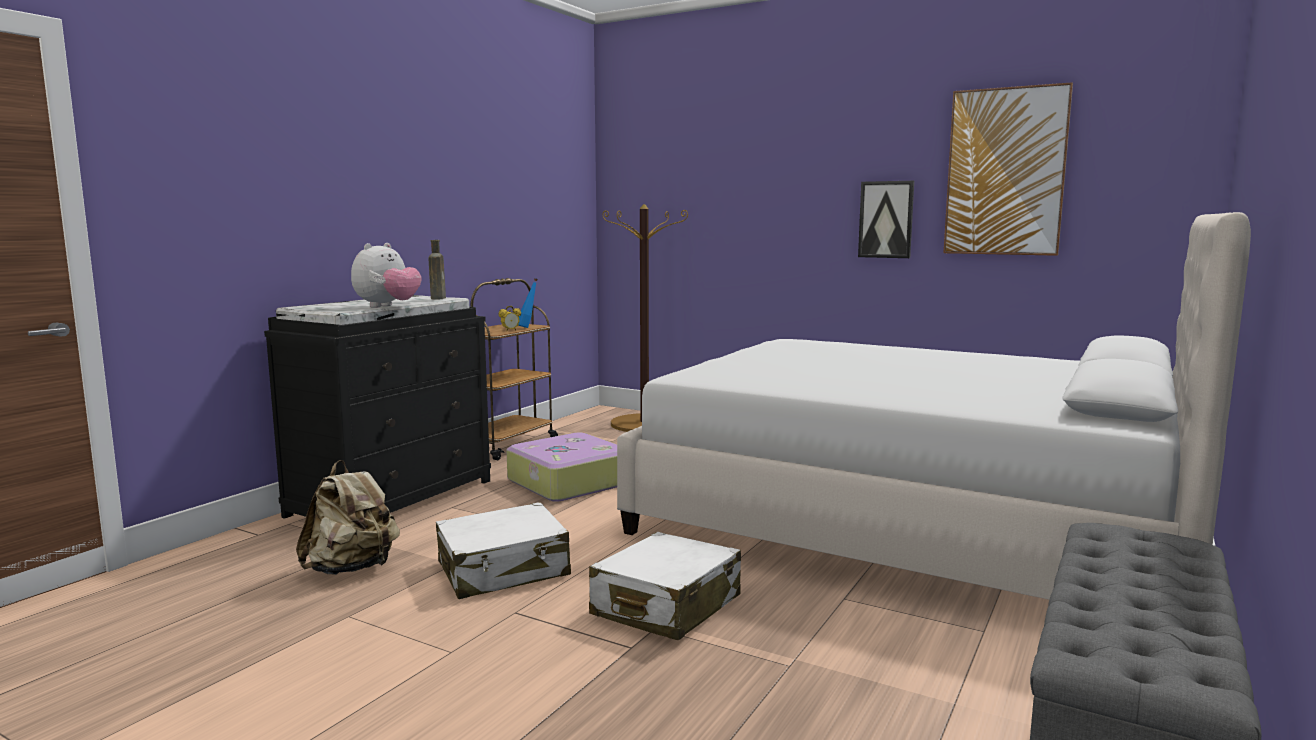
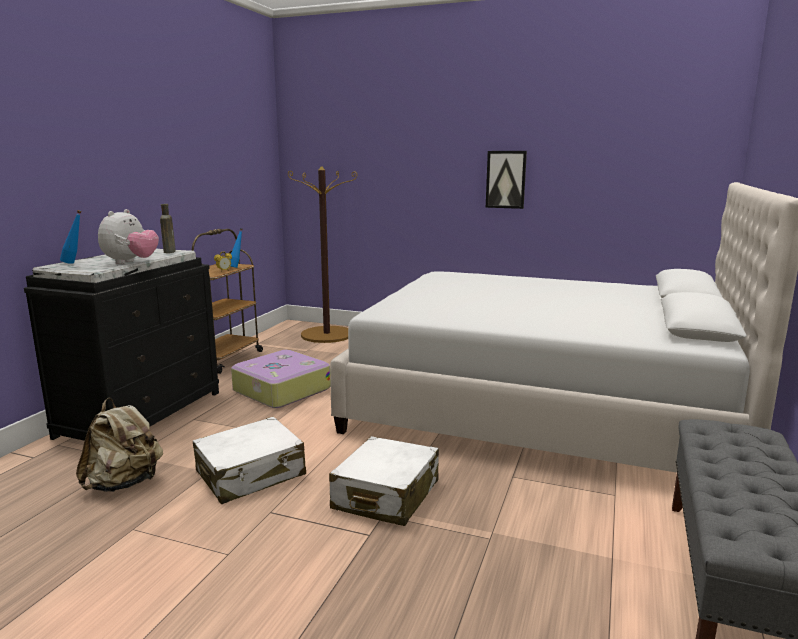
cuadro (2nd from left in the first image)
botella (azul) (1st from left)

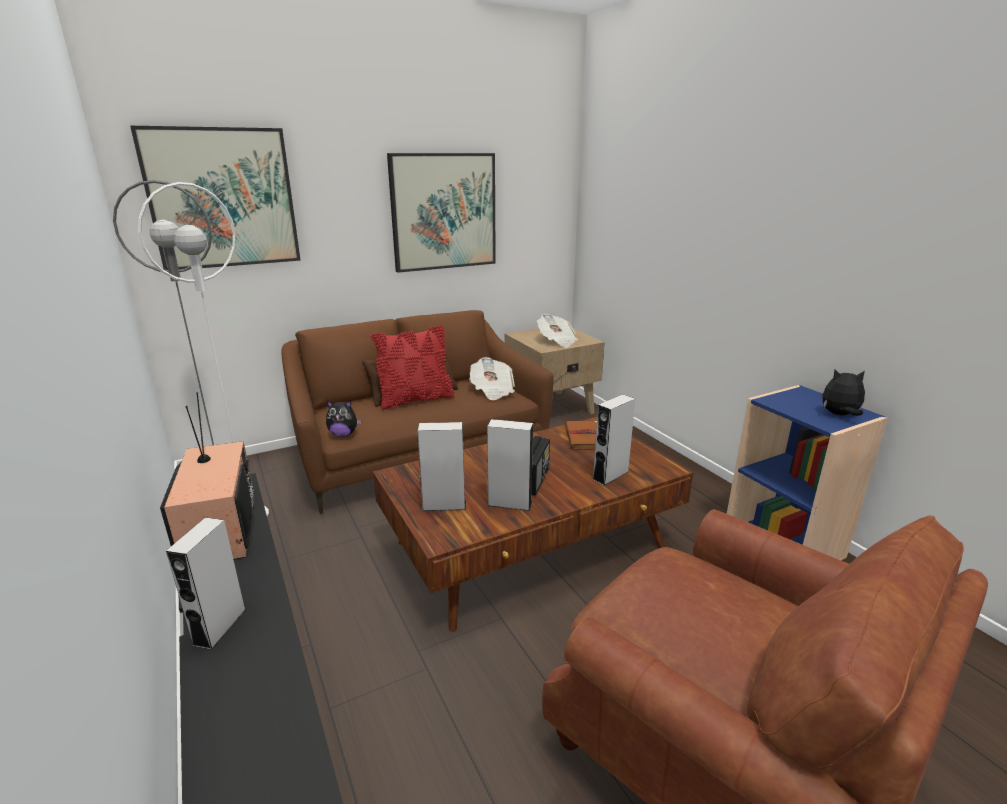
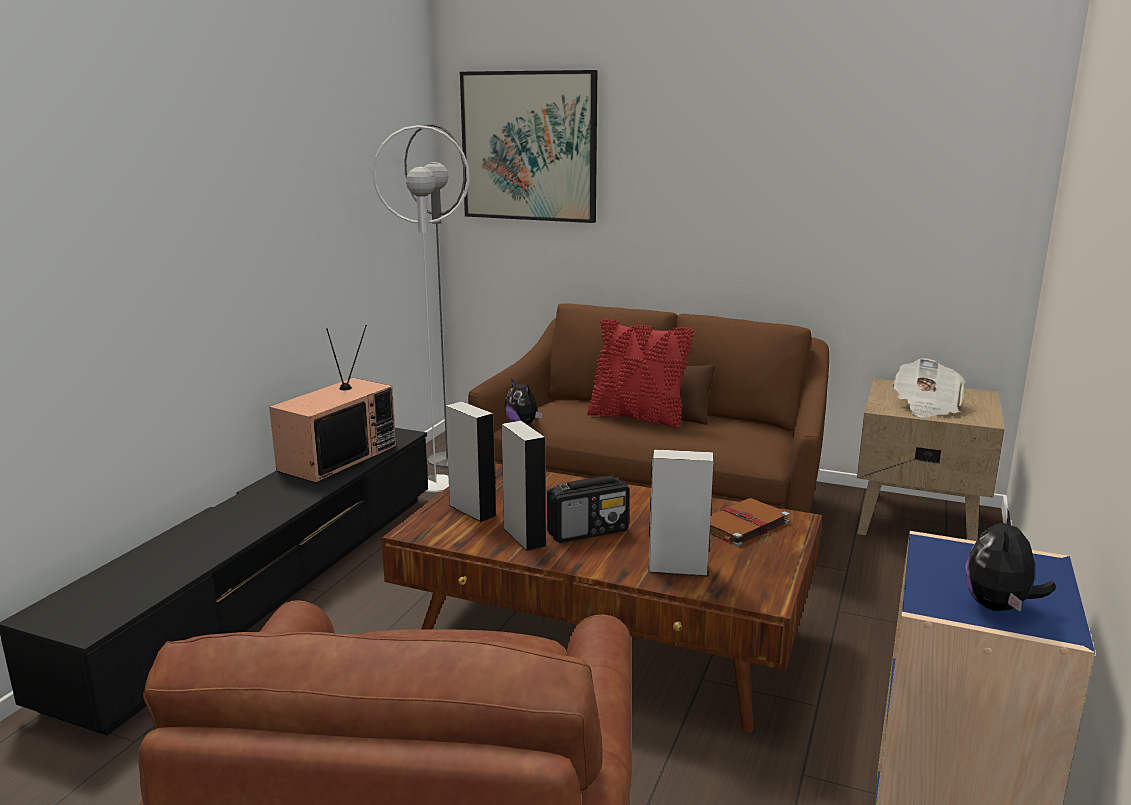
altavoz (gris) (1st from left in the first image)
cuadro (2nd from left in the first image)
periódico (1st from left in the first image)
peluche (2nd from left)

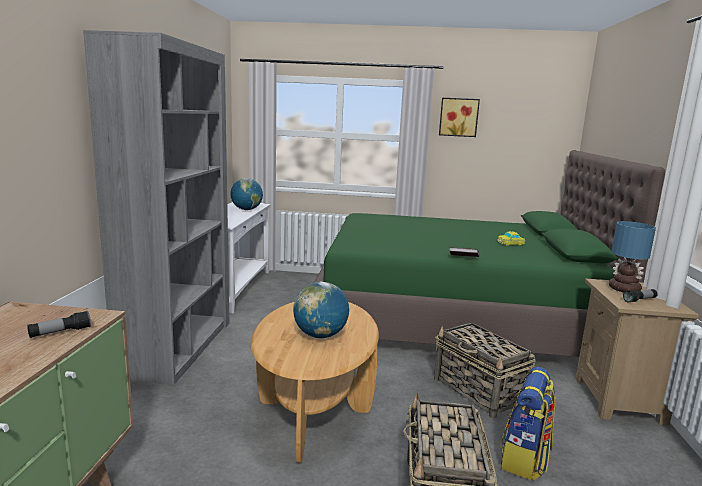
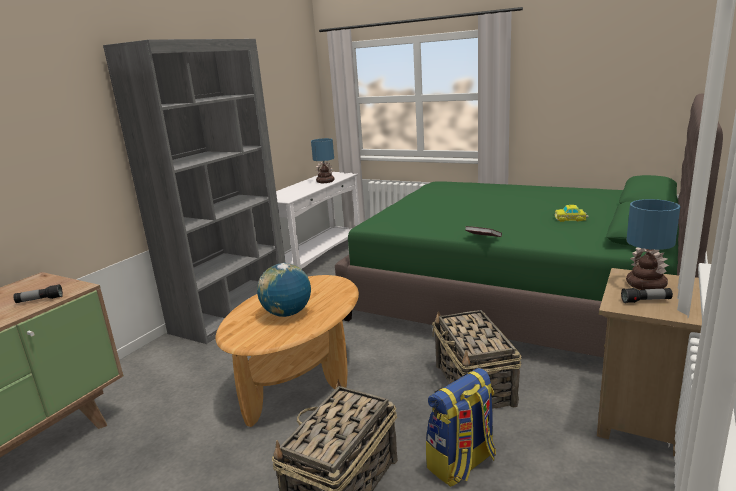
cuadro
lámpara de mesa (1st from left)

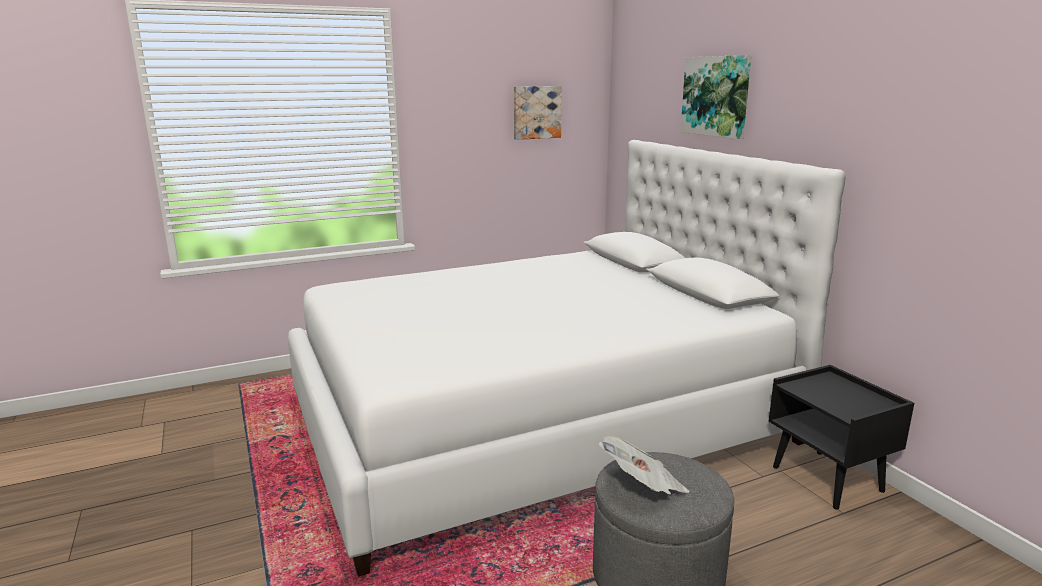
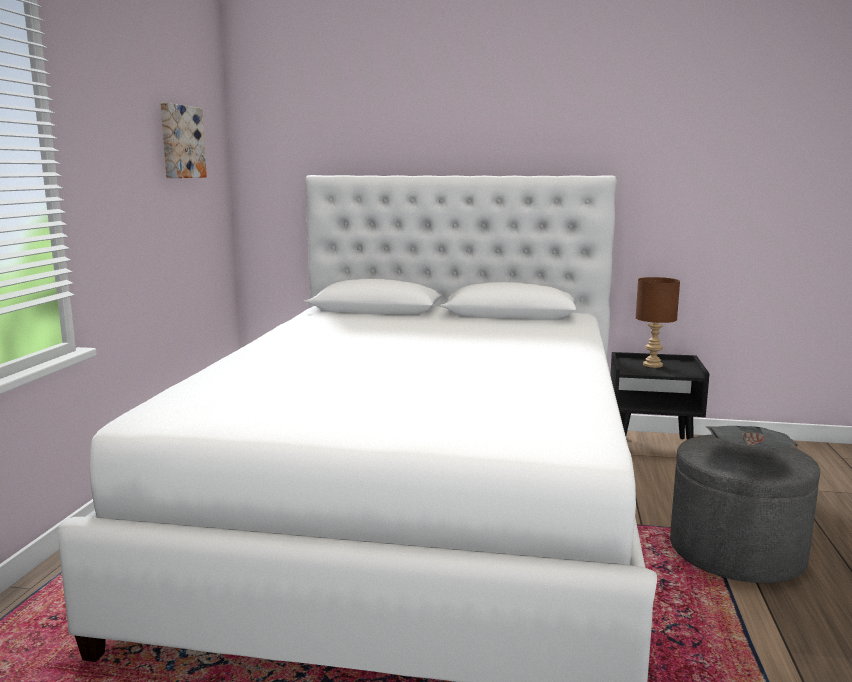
cuadro (2nd from left in the first image)
lámpara de mesa (marrón)

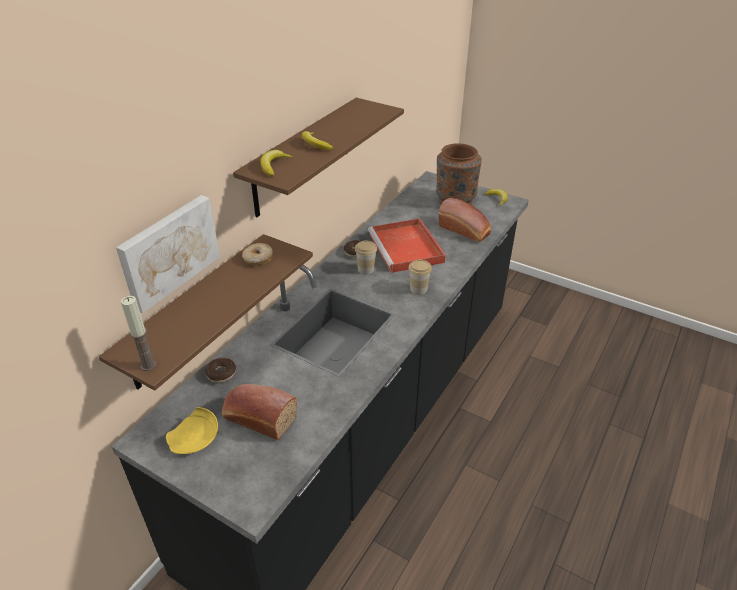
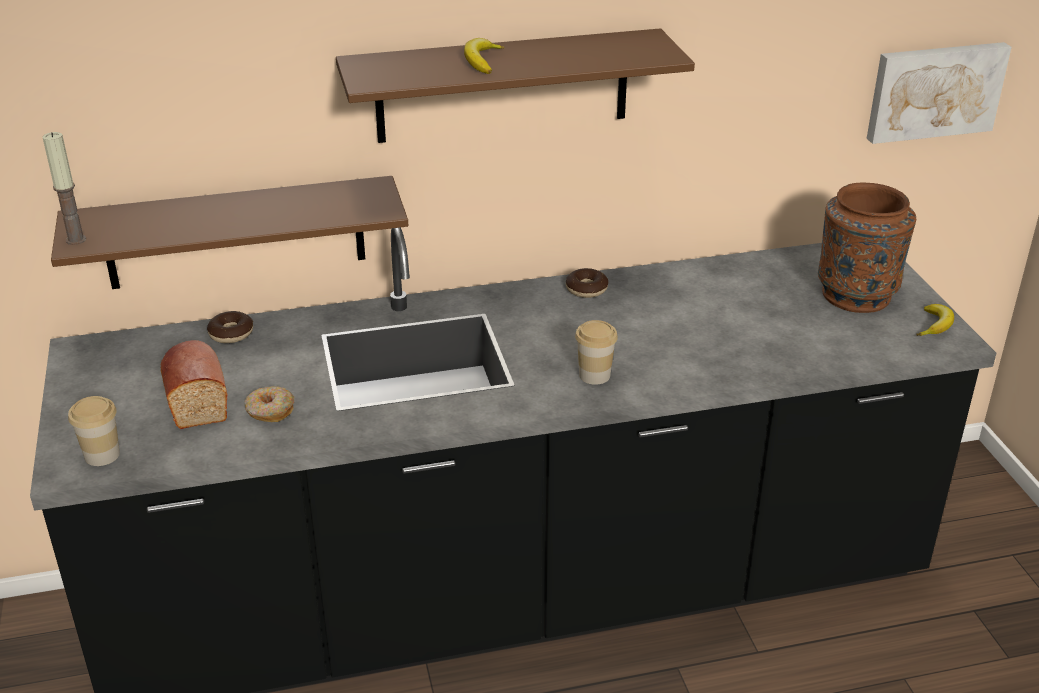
plato (amarillo)
plátano (1st from left in the first image)
bandeja (rojo)
pan (2nd from left in the first image)
cuadro
rosquilla (2nd from left)
taza (1st from left)

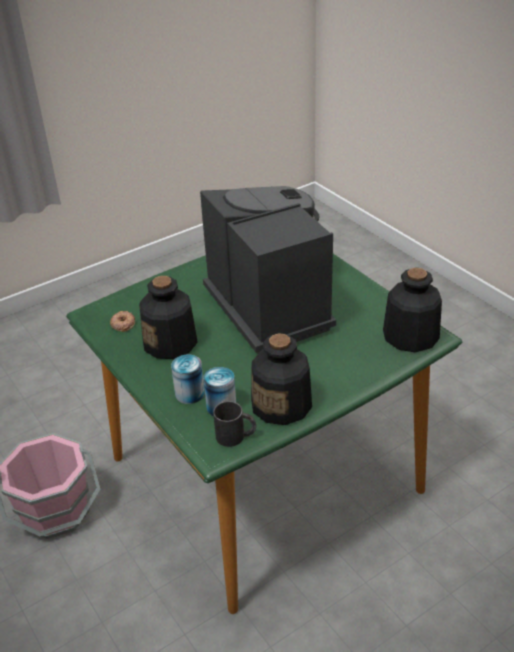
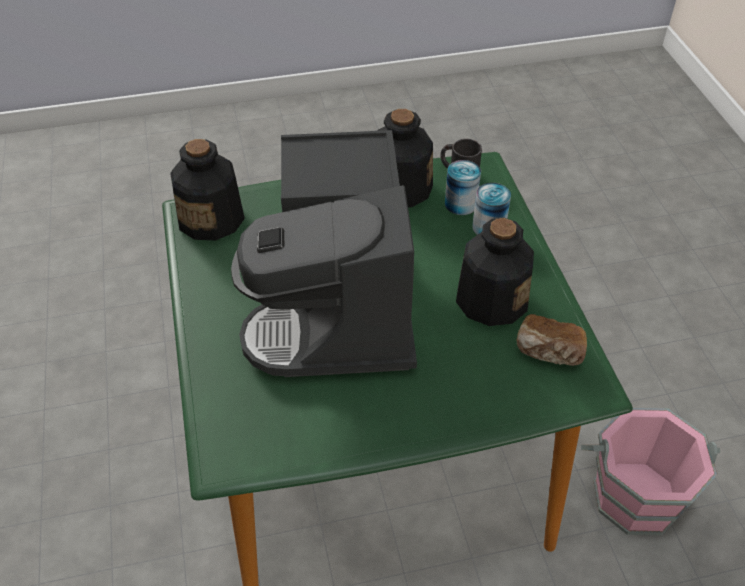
pan

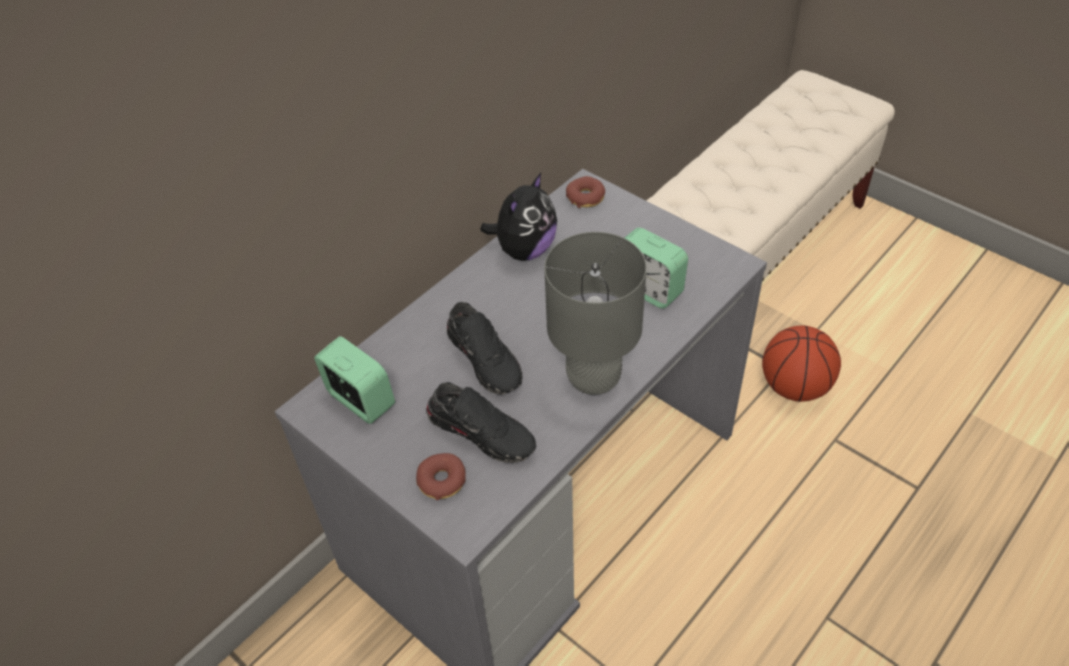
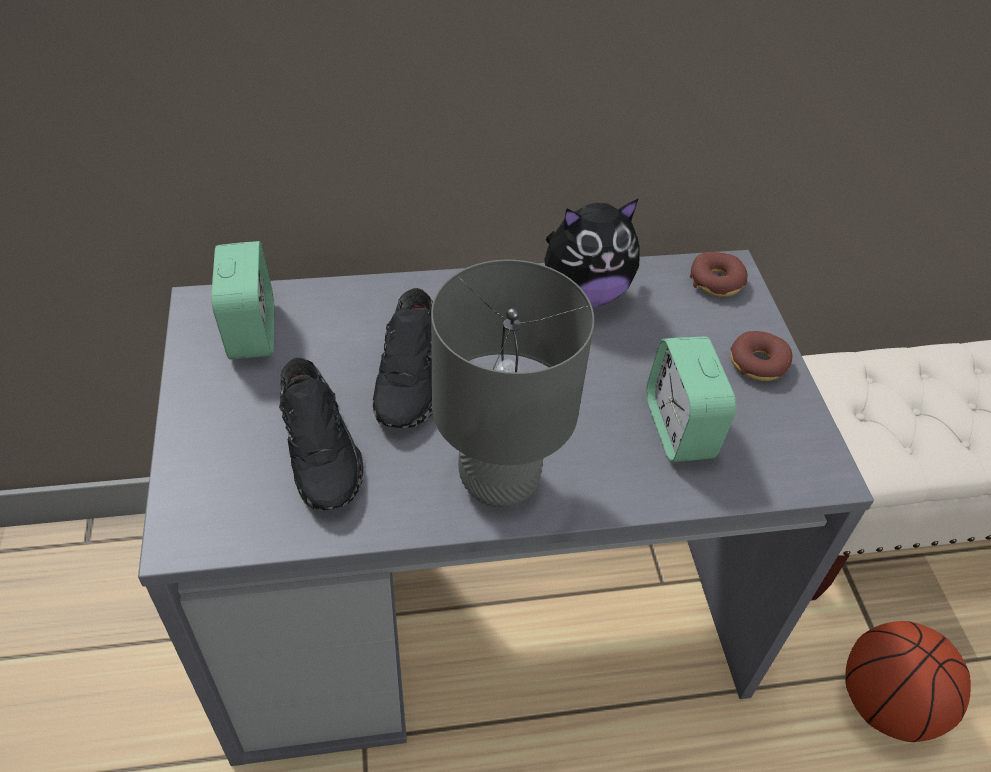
rosquilla (2nd from left)

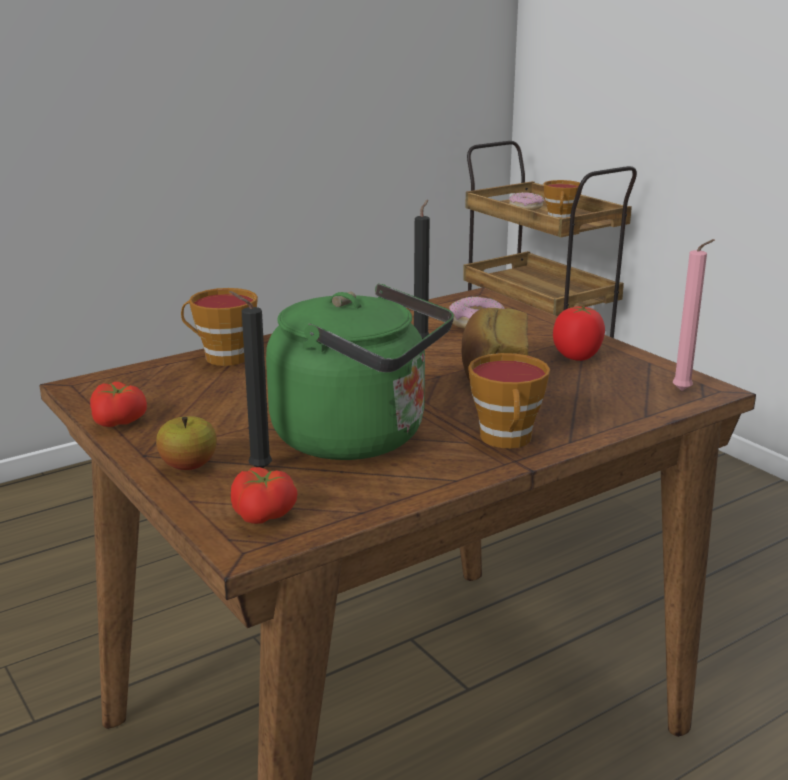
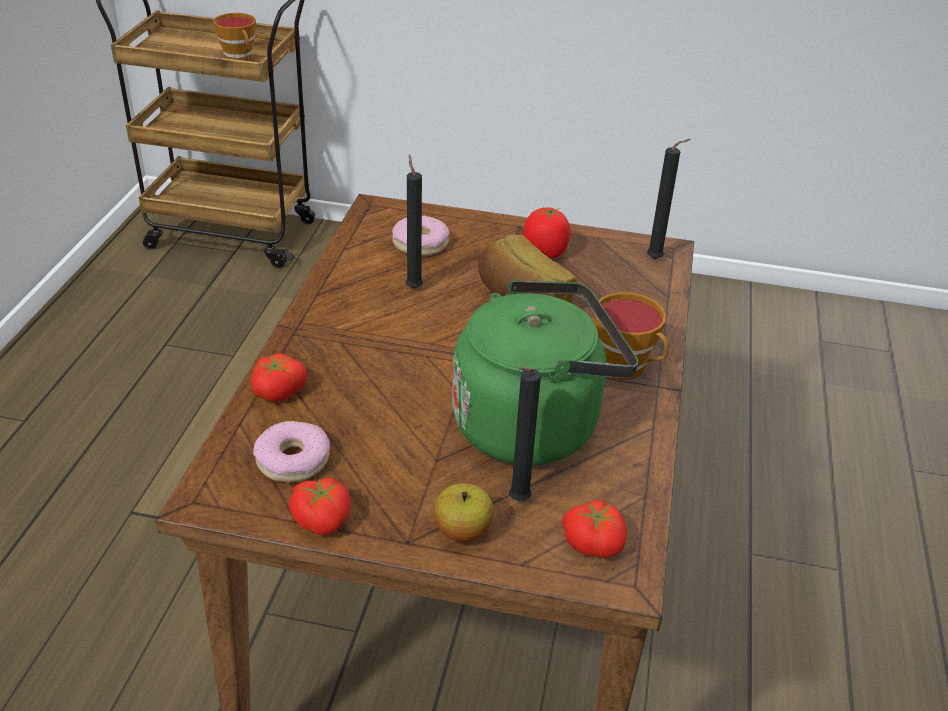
rosquilla (1st from left)
tomate (1st from left)
vela (negro) (3rd from left)

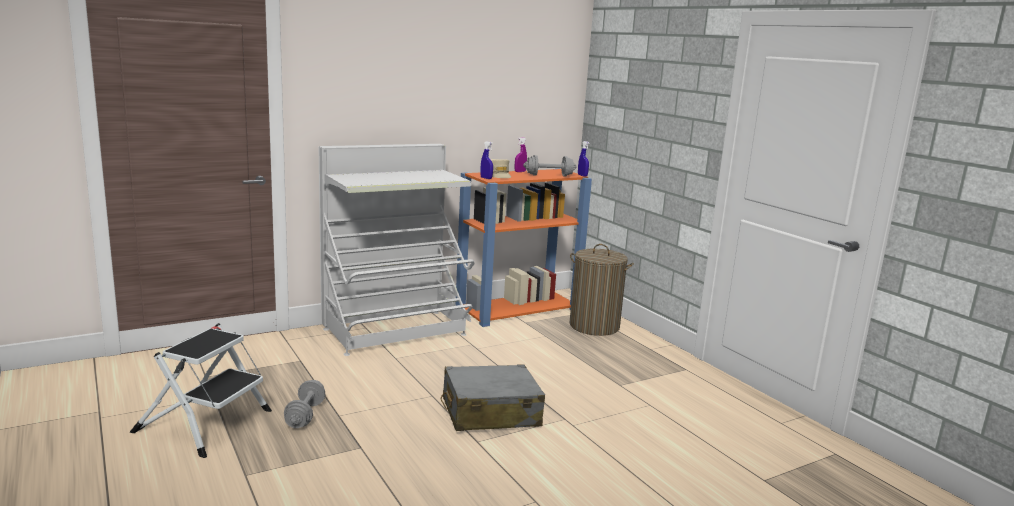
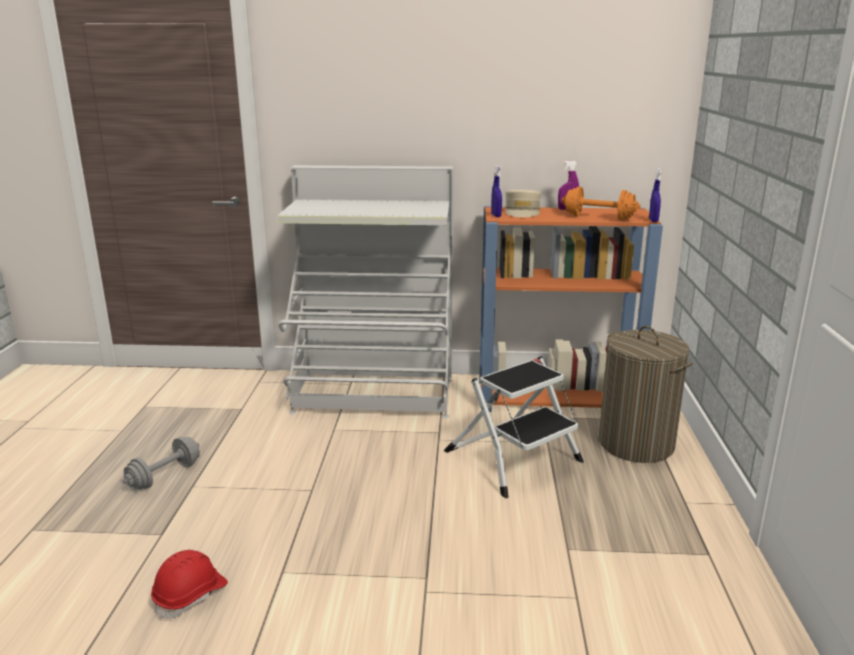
maleta (gris)
casco (rojo)
escalera de tijera
mancuerna (naranja)

